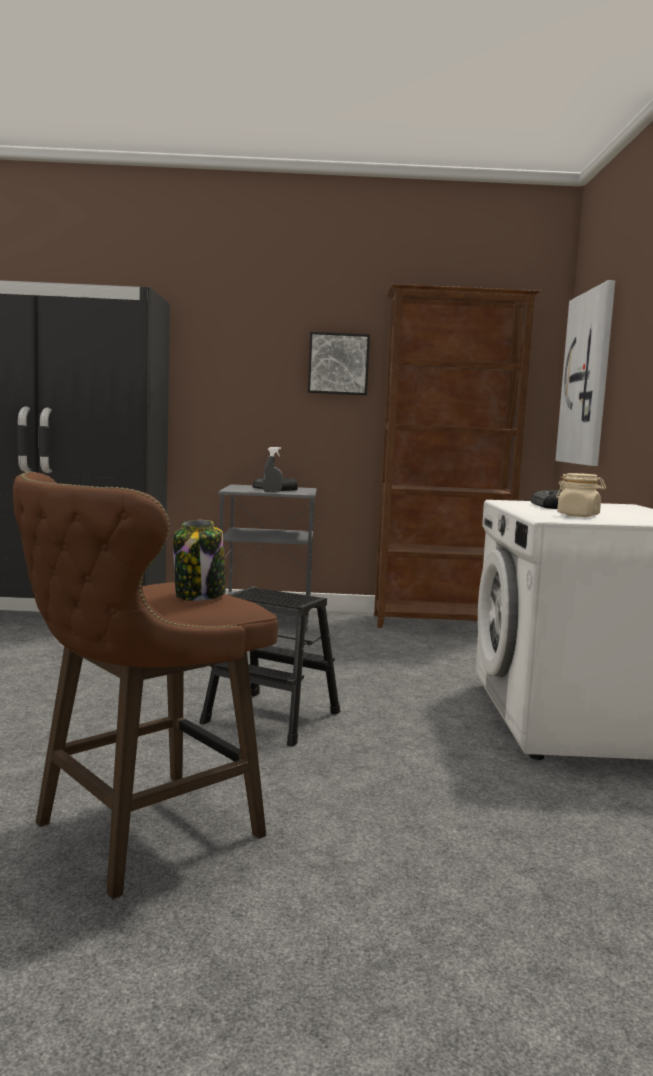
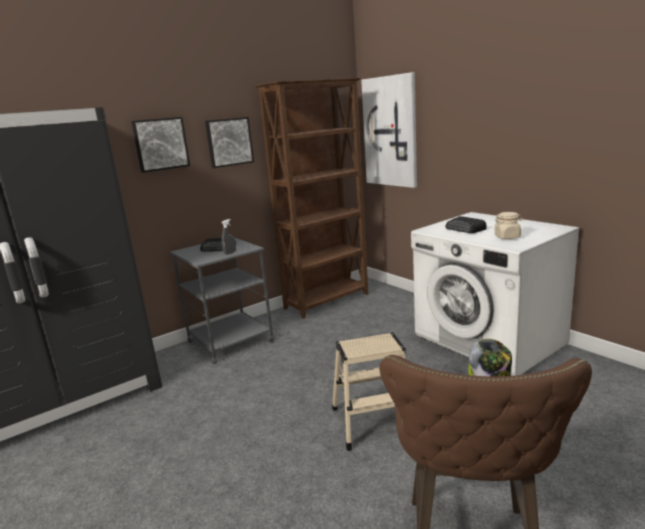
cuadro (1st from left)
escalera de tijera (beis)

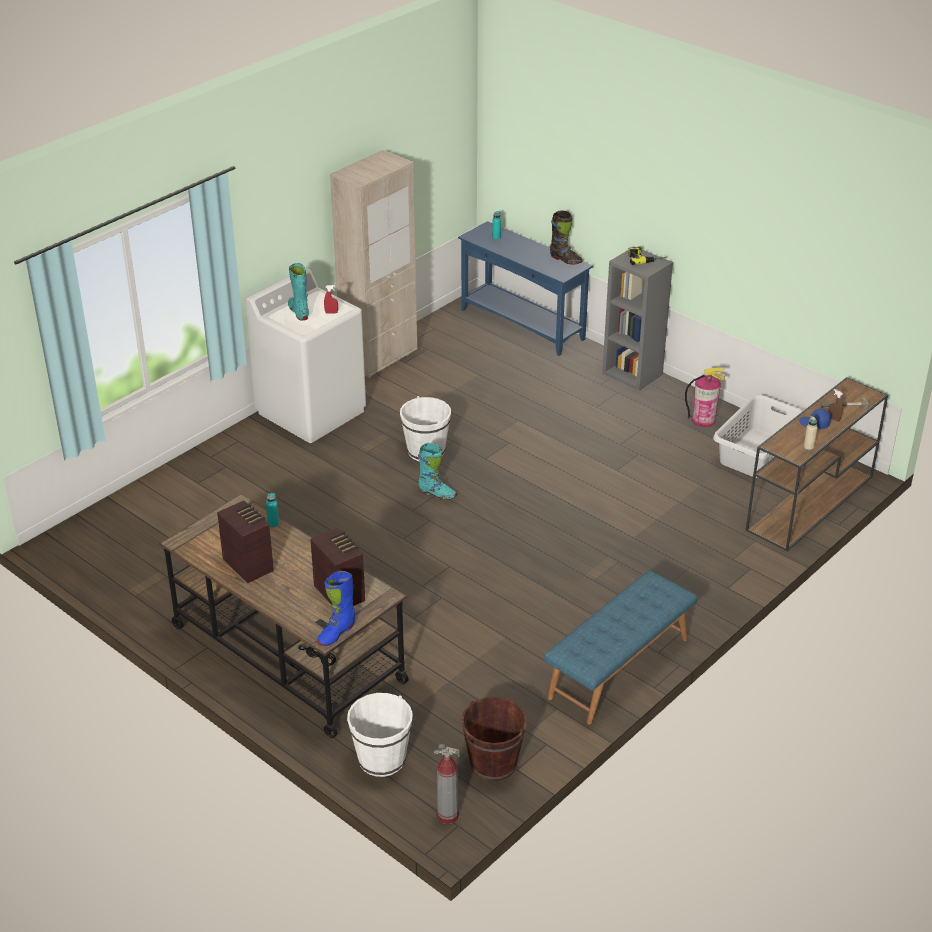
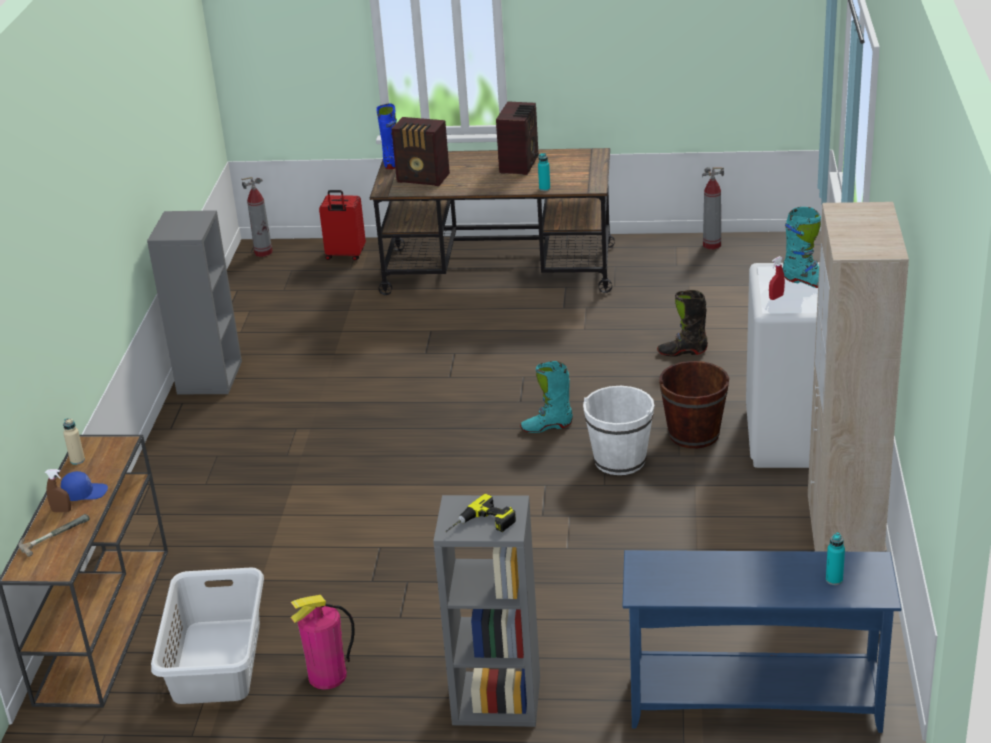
extintor (3rd from left)
cubo (marrón)
bota (negro)
maleta (rojo)
estantería (gris) (1st from left)
radio (2nd from left)

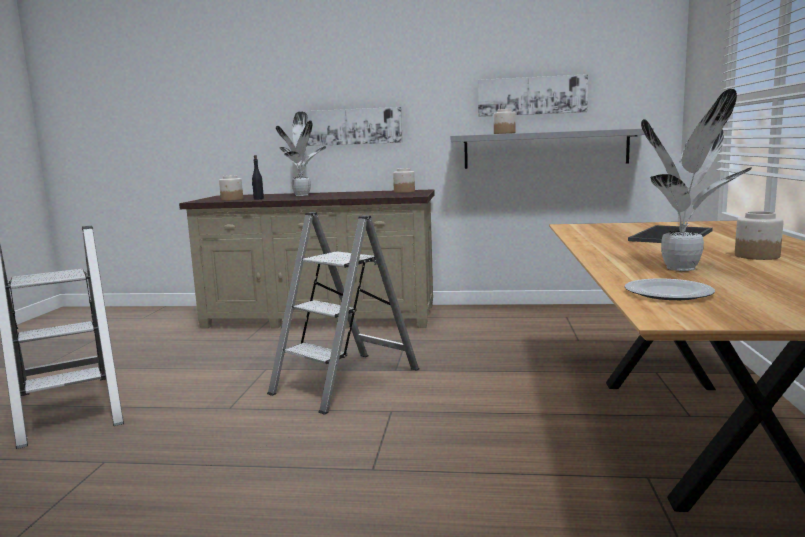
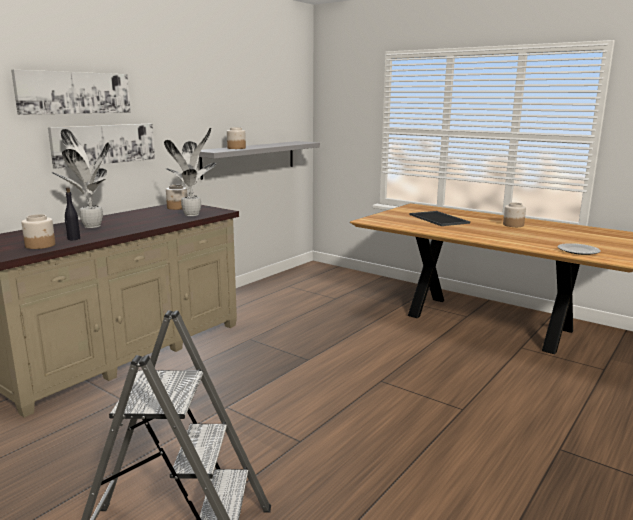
escalera de tijera (gris) (2nd from left in the first image)
cuadro (1st from left)
planta en maceta (2nd from left)

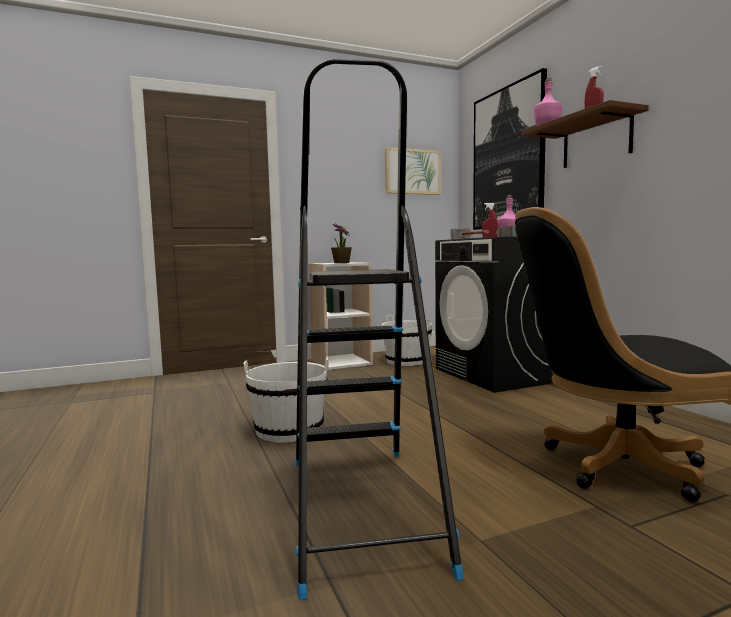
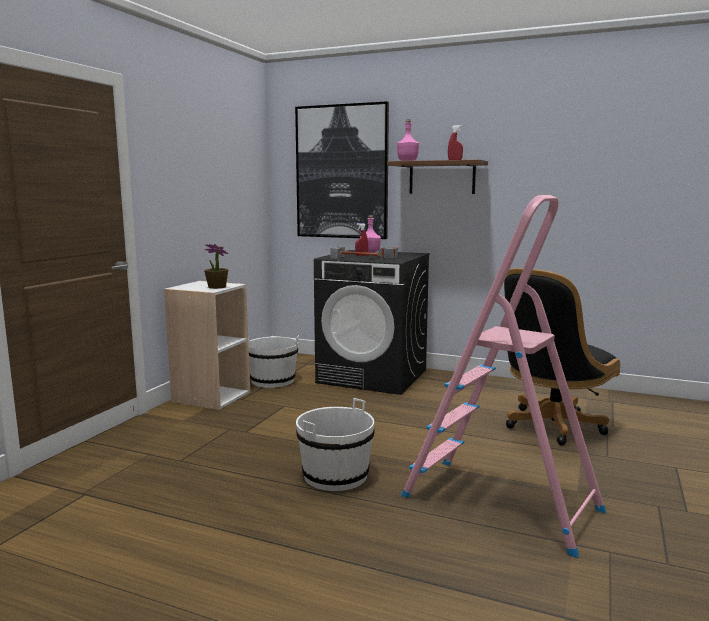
cuadro (1st from left in the first image)
escalera de tijera (rosa)

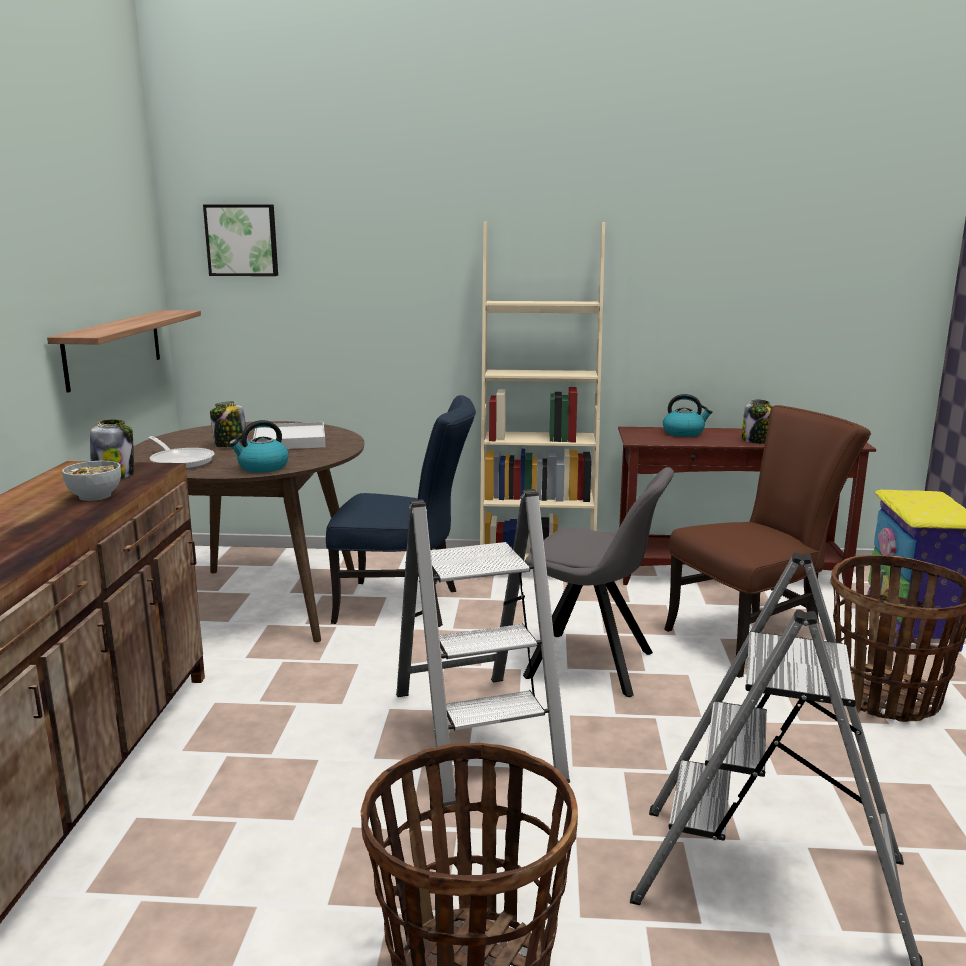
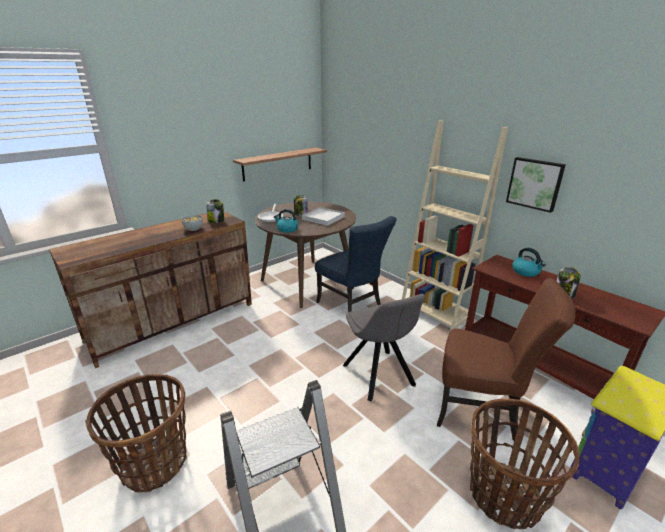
escalera de tijera (gris) (1st from left in the first image)
cuadro

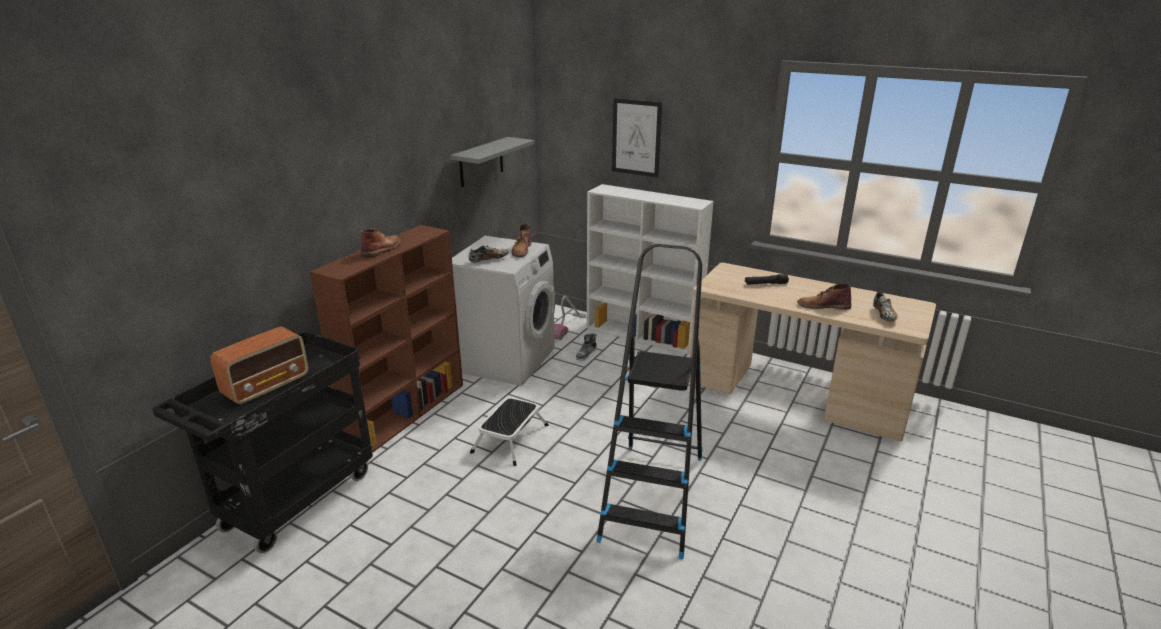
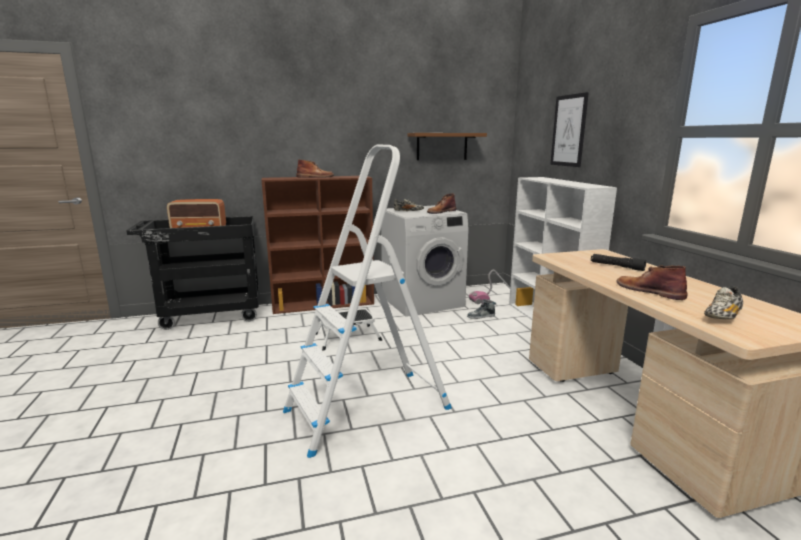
estante (marrón)
escalera de tijera (blanco)

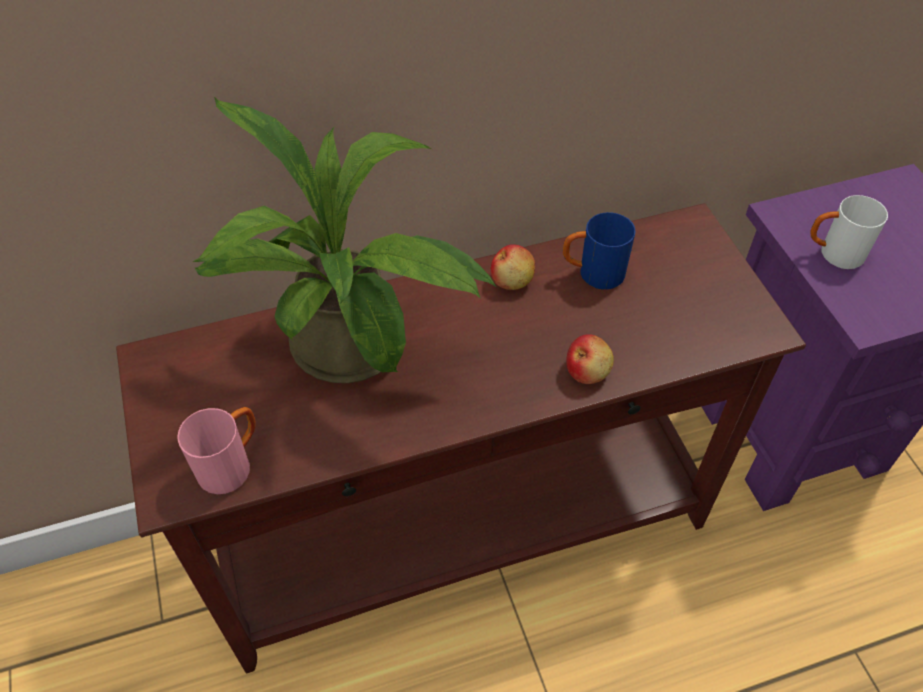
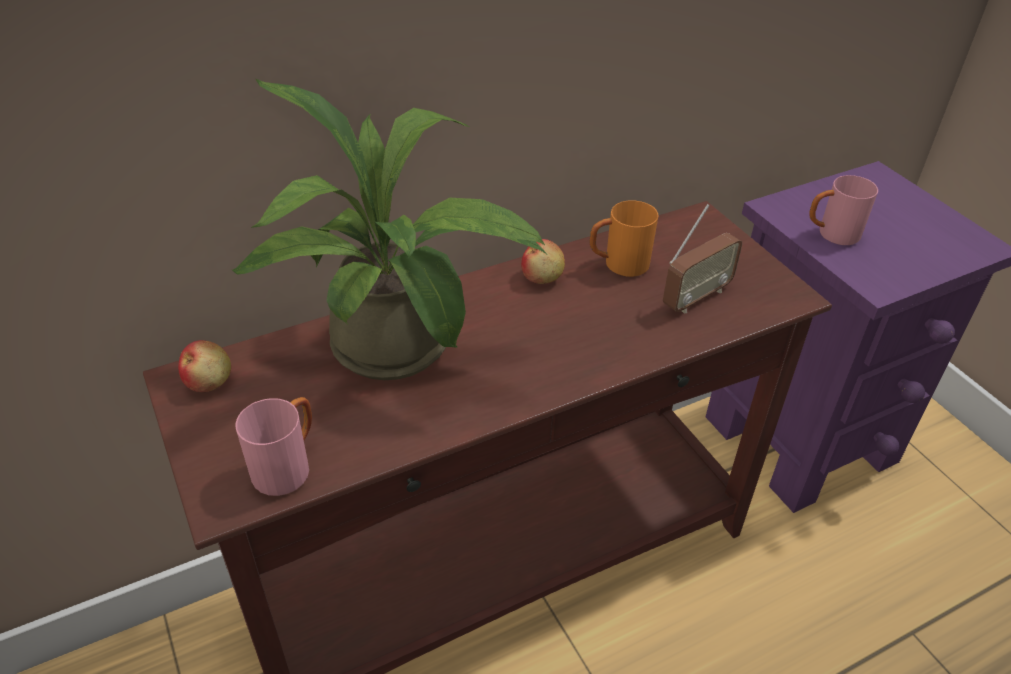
radio
manzana (1st from left)
taza grande (naranja)
taza grande (rosa) (2nd from left)

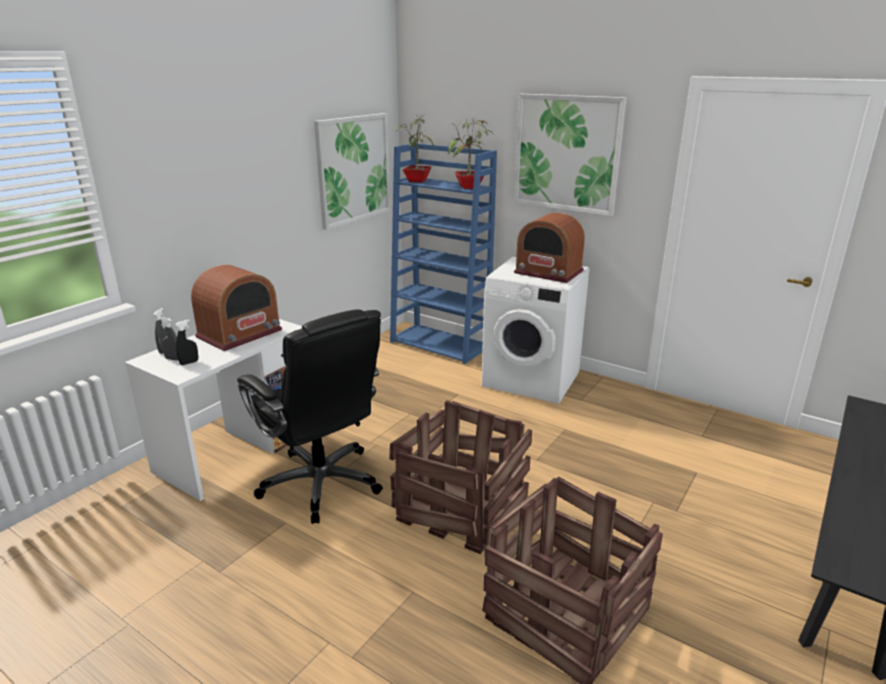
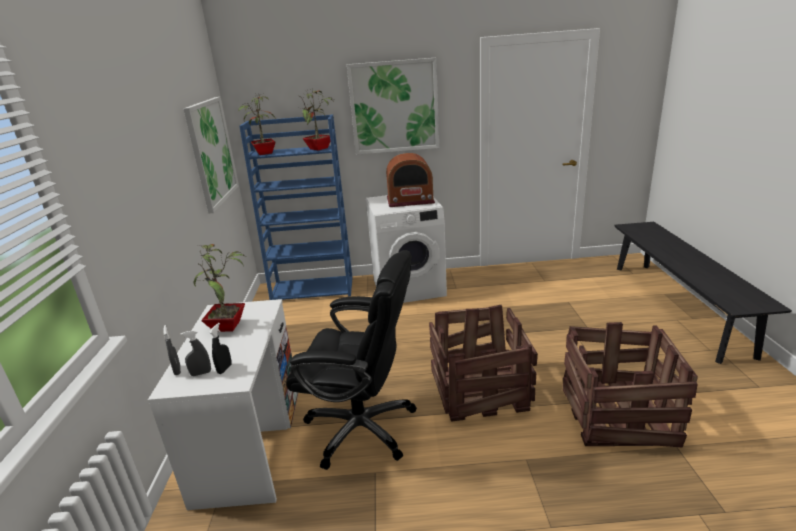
planta en maceta (1st from left)

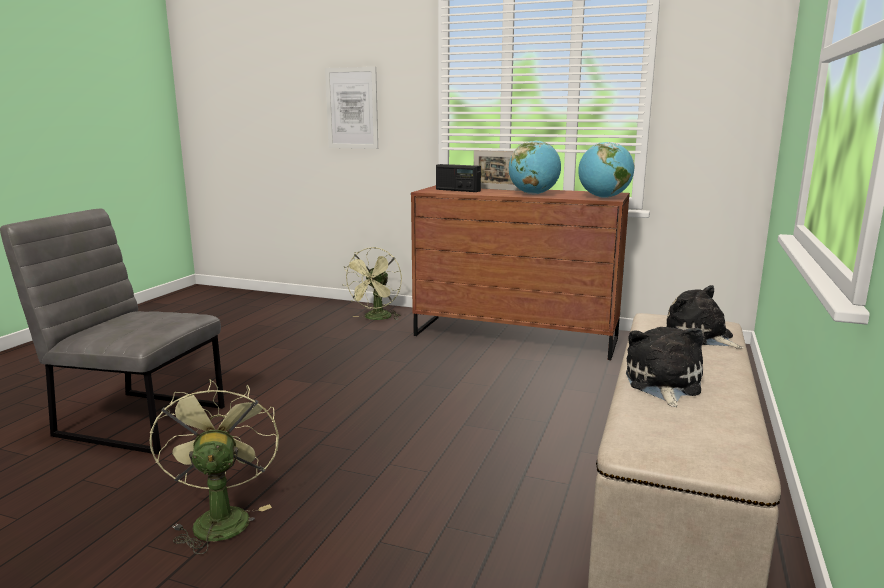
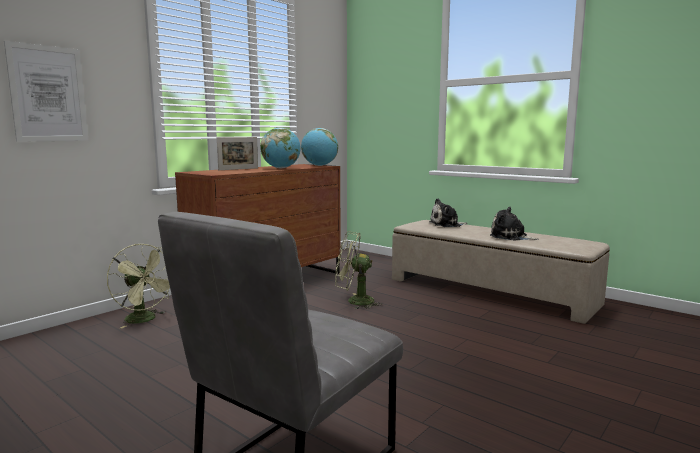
radio
ventilador (verde) (2nd from left)

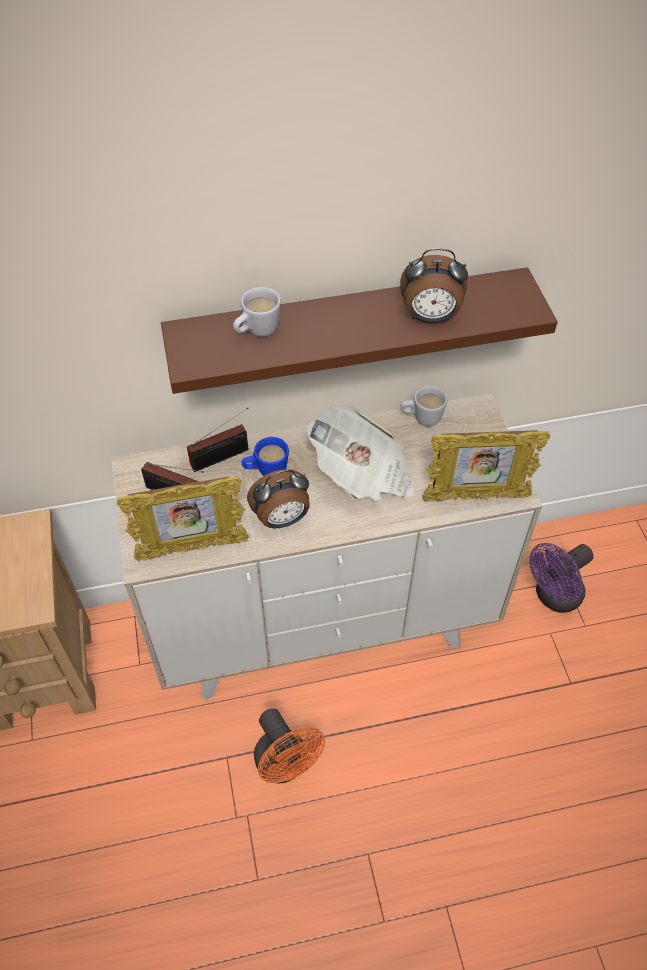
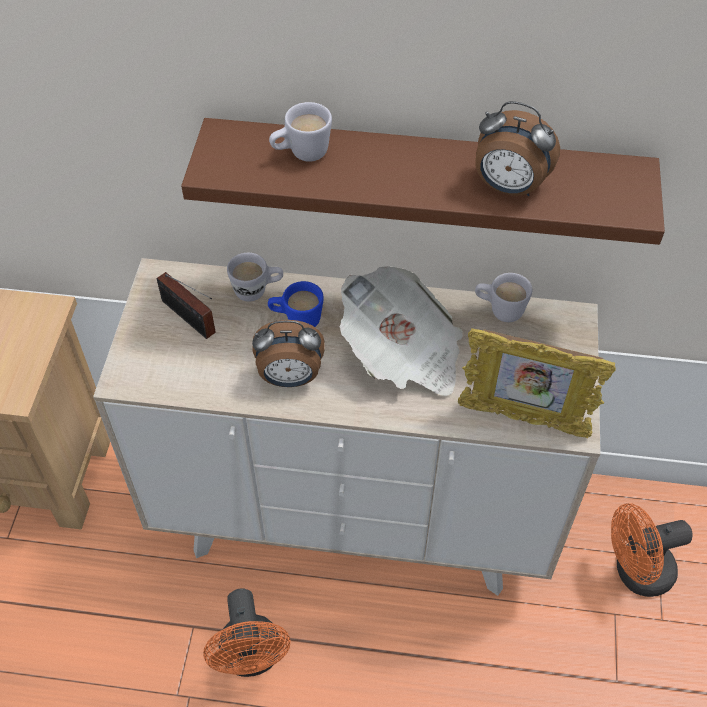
portarretratos (1st from left in the first image)
taza grande (blanco) (1st from left)
ventilador (naranja) (2nd from left)

